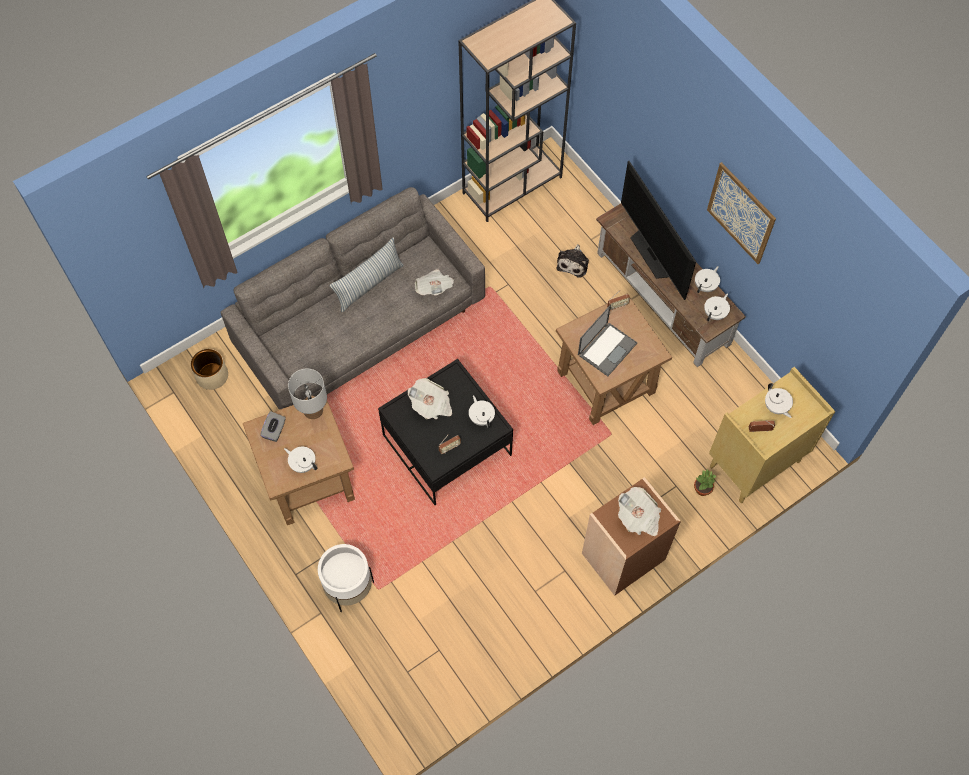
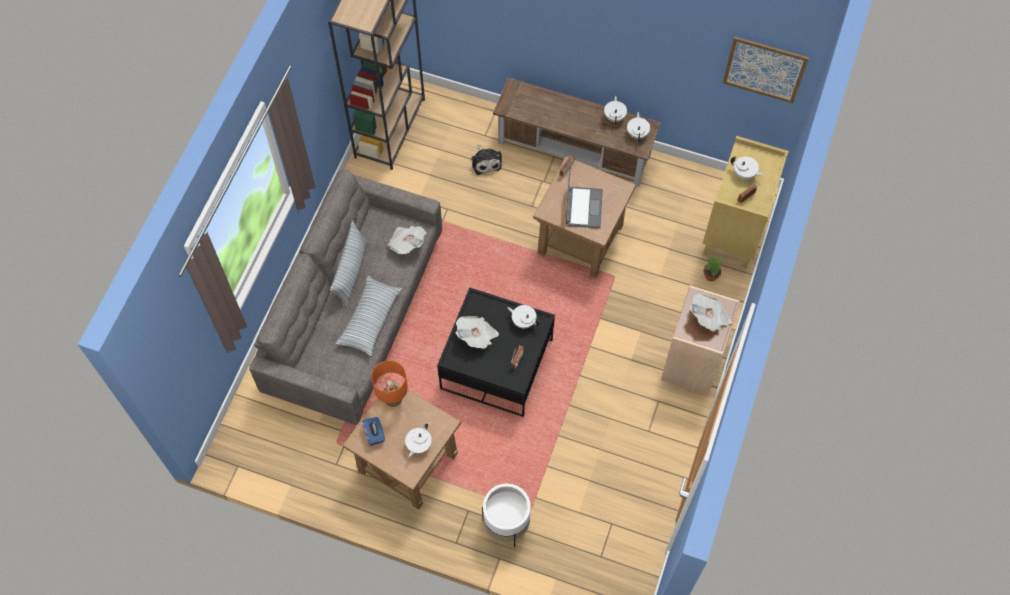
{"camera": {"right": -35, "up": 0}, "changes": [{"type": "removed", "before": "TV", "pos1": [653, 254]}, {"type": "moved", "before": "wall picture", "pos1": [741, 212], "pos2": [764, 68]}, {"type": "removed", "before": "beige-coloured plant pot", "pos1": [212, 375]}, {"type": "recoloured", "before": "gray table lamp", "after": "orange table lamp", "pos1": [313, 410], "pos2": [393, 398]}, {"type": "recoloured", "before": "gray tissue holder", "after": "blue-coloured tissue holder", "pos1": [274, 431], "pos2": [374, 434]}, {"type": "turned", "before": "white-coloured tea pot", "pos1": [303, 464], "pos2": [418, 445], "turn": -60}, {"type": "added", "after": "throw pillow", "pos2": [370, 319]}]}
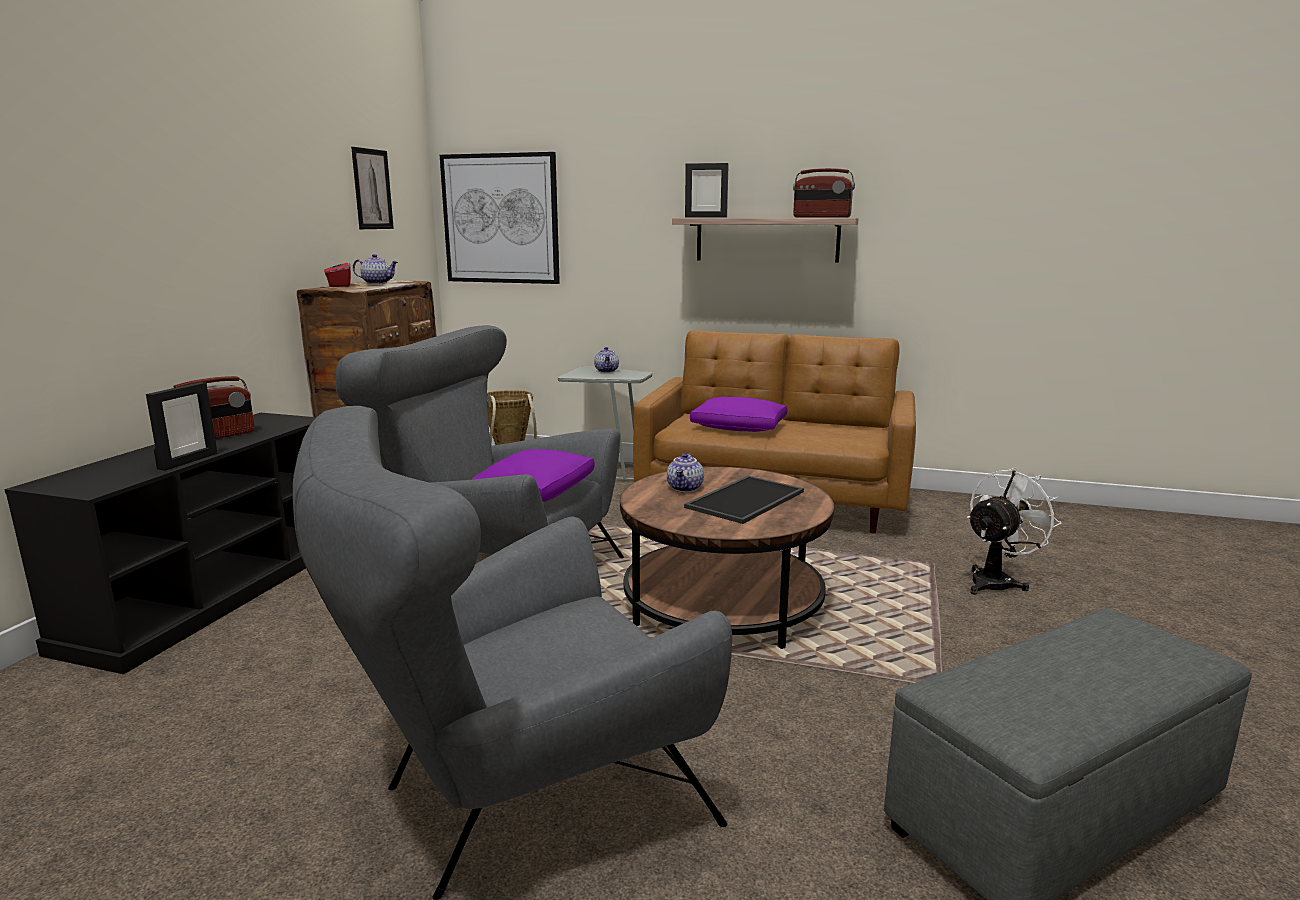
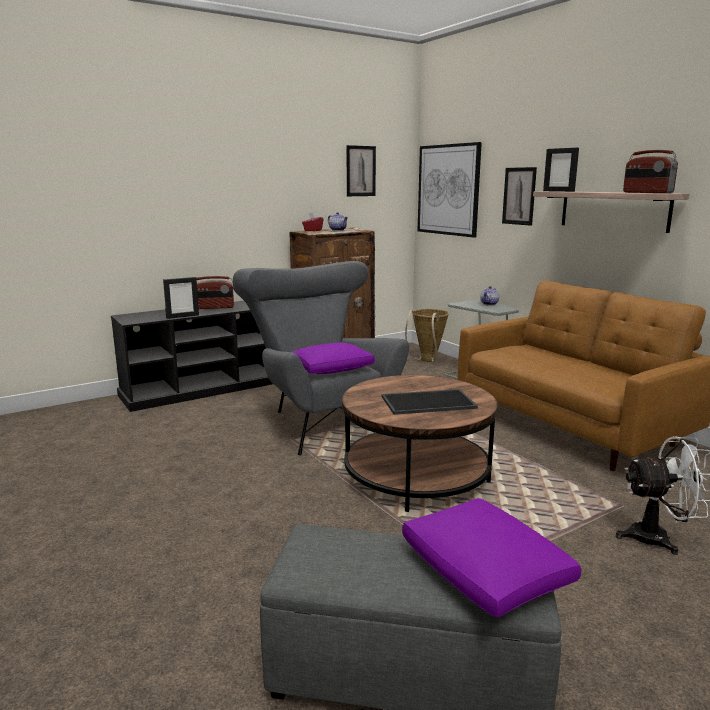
{"camera": {"right": 40, "up": 0}, "changes": [{"type": "moved", "before": "purple-coloured throw pillow", "pos1": [739, 428], "pos2": [486, 572]}, {"type": "removed", "before": "gray easy chair", "pos1": [511, 802]}, {"type": "removed", "before": "tea pot", "pos1": [685, 488]}, {"type": "added", "after": "wall picture", "pos2": [519, 196]}]}
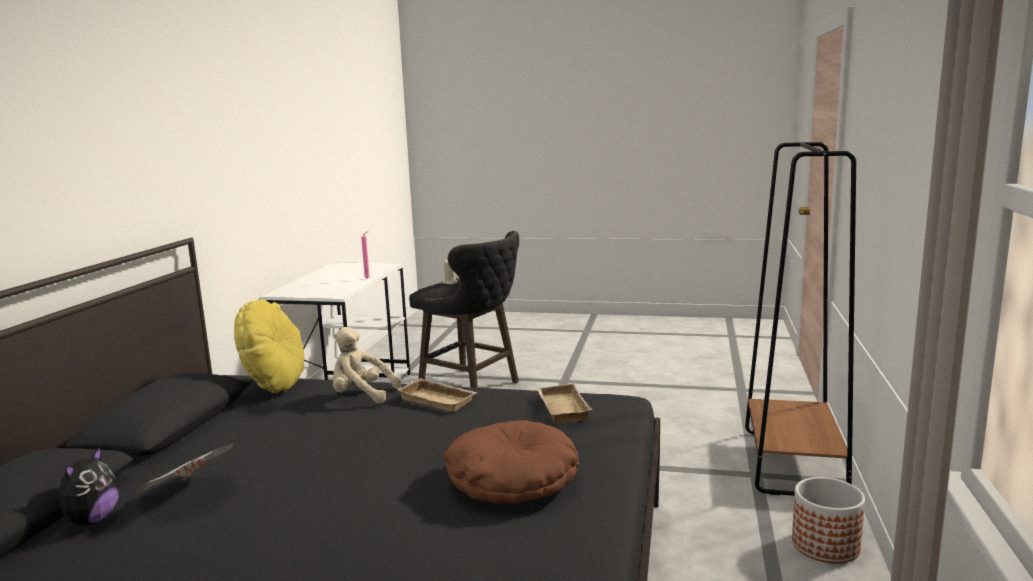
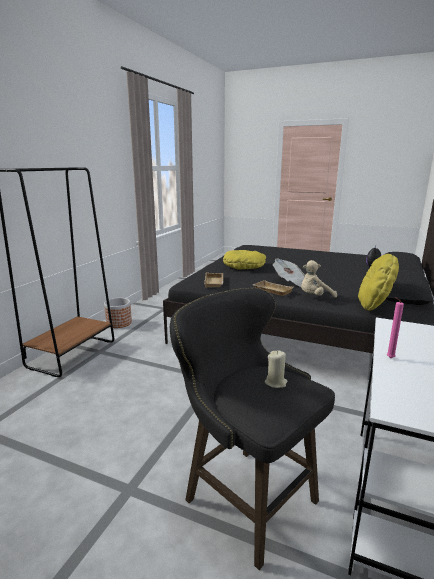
{"camera": {"right": -170, "up": 5}, "changes": [{"type": "turned", "before": "beige-coloured cuddly toy", "pos1": [361, 395], "pos2": [315, 297], "turn": 135}, {"type": "recoloured", "before": "brownish throw pillow", "after": "yellow-coloured throw pillow", "pos1": [512, 482], "pos2": [244, 266]}, {"type": "moved", "before": "newspaper", "pos1": [188, 492], "pos2": [290, 282]}]}
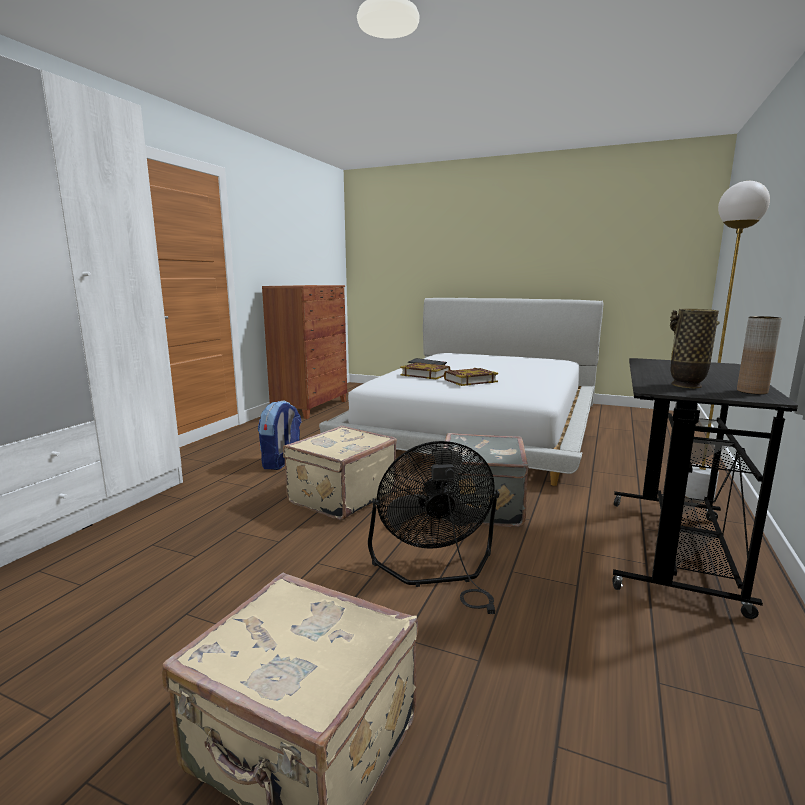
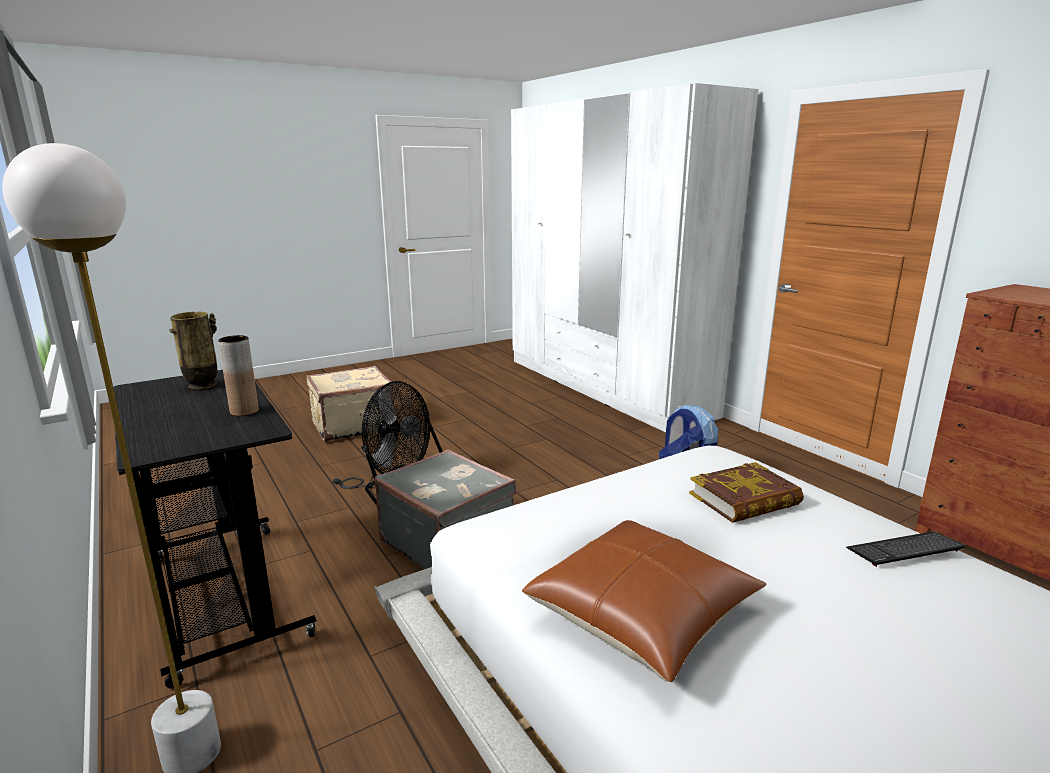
{"camera": {"right": 125, "up": 5}, "changes": [{"type": "moved", "before": "brownish flower vase", "pos1": [752, 391], "pos2": [244, 411]}, {"type": "removed", "before": "bound book", "pos1": [470, 380]}, {"type": "removed", "before": "beige-coloured piece of luggage", "pos1": [340, 496]}, {"type": "added", "after": "brownish throw pillow", "pos2": [642, 613]}]}
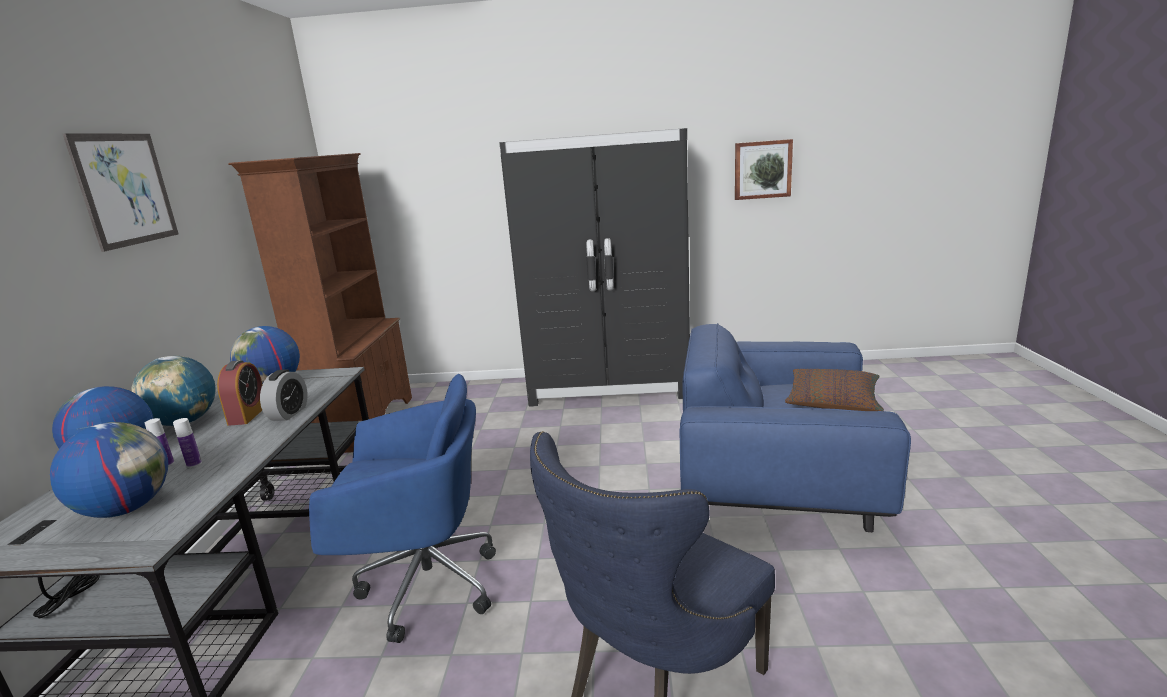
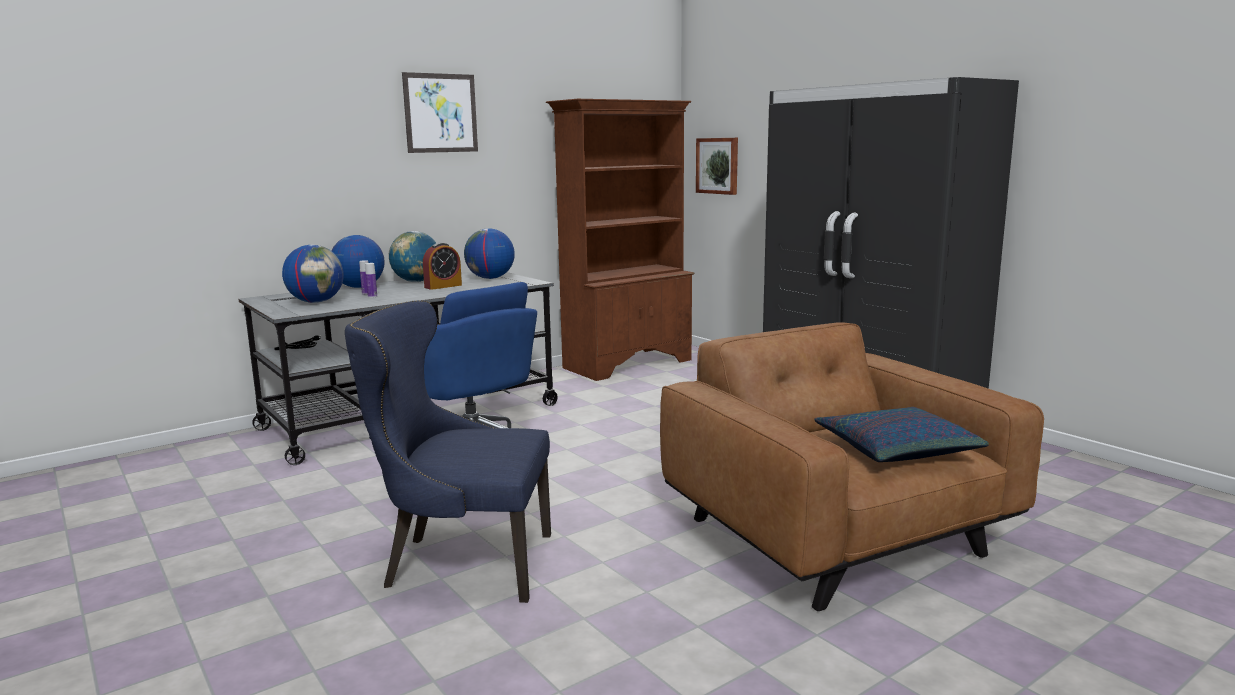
{"camera": {"right": 50, "up": -5}, "changes": [{"type": "moved", "before": "wall picture", "pos1": [762, 169], "pos2": [718, 165]}, {"type": "recoloured", "before": "blue-coloured easy chair", "after": "brownish easy chair", "pos1": [776, 480], "pos2": [834, 537]}, {"type": "recoloured", "before": "brownish throw pillow", "after": "blue-coloured throw pillow", "pos1": [833, 401], "pos2": [896, 450]}, {"type": "removed", "before": "table clock", "pos1": [288, 413]}]}
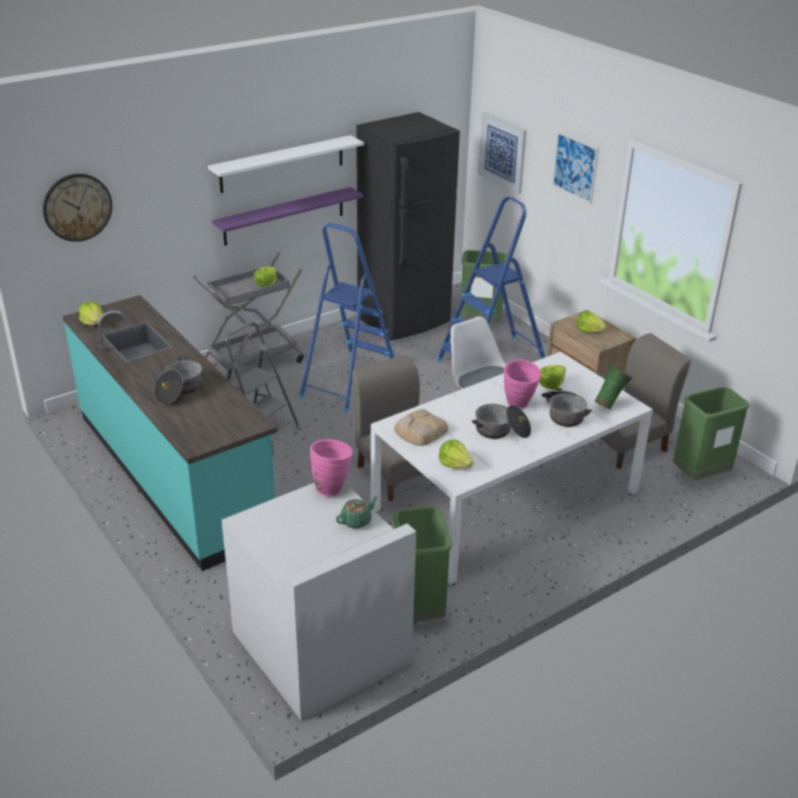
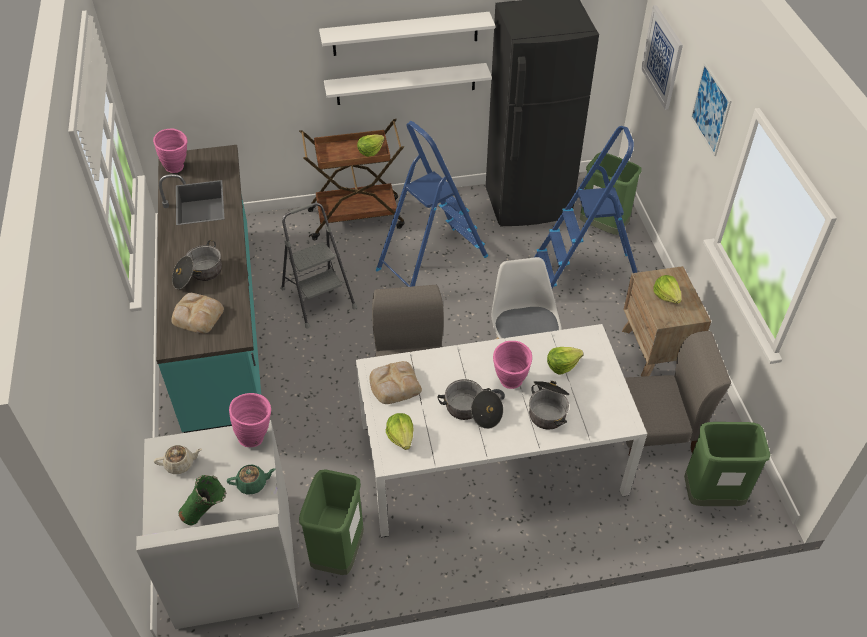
{"camera": {"right": 25, "up": 15}, "changes": [{"type": "removed", "before": "wall clock", "pos1": [77, 207]}, {"type": "recoloured", "before": "purple-coloured shelf", "after": "white-coloured shelf", "pos1": [284, 216], "pos2": [406, 84]}, {"type": "recoloured", "before": "gray trolley", "after": "brownish trolley", "pos1": [253, 365], "pos2": [356, 219]}, {"type": "replaced", "before": "lettuce", "after": "pinkish flower vase", "pos1": [93, 322], "pos2": [178, 169]}, {"type": "moved", "before": "green-coloured flower vase", "pos1": [610, 404], "pos2": [207, 514]}, {"type": "added", "after": "bakery bread", "pos2": [197, 315]}, {"type": "added", "after": "beige-coloured tea pot", "pos2": [180, 464]}]}
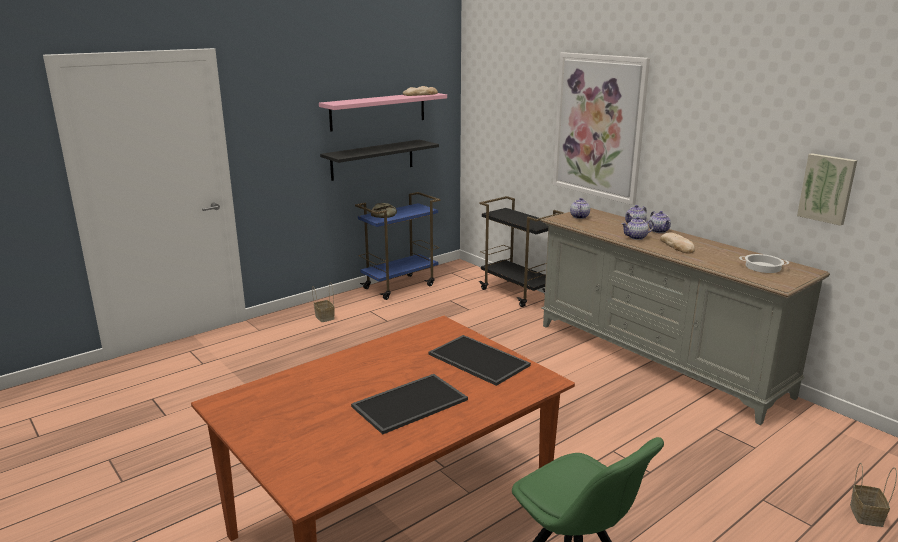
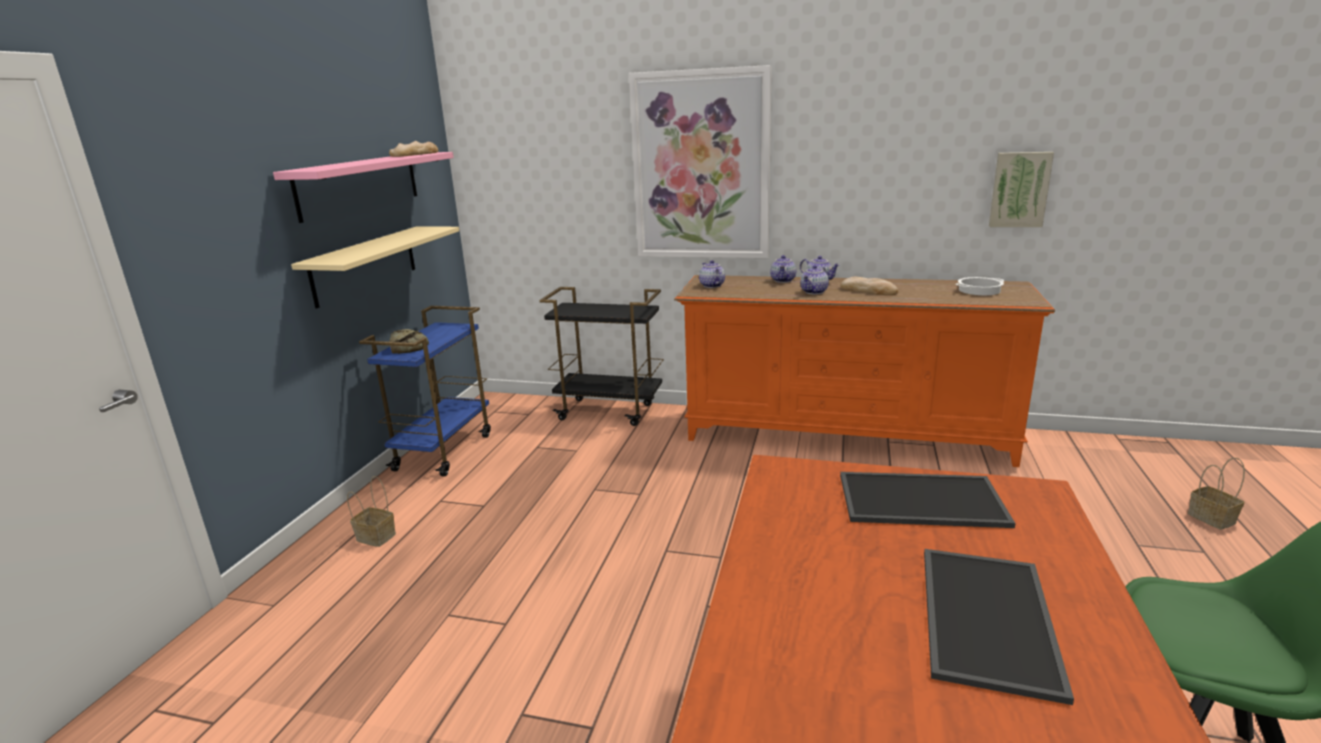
{"camera": {"right": -35, "up": 0}, "changes": [{"type": "recoloured", "before": "black shelf", "after": "beige-coloured shelf", "pos1": [372, 159], "pos2": [365, 265]}, {"type": "recoloured", "before": "gray cupboard", "after": "orange cupboard", "pos1": [656, 359], "pos2": [844, 435]}]}
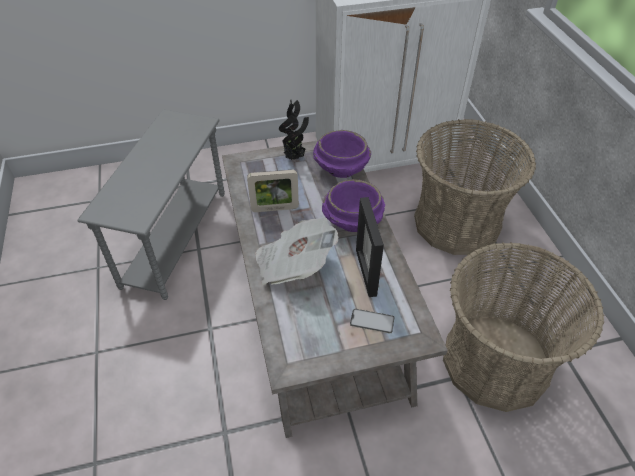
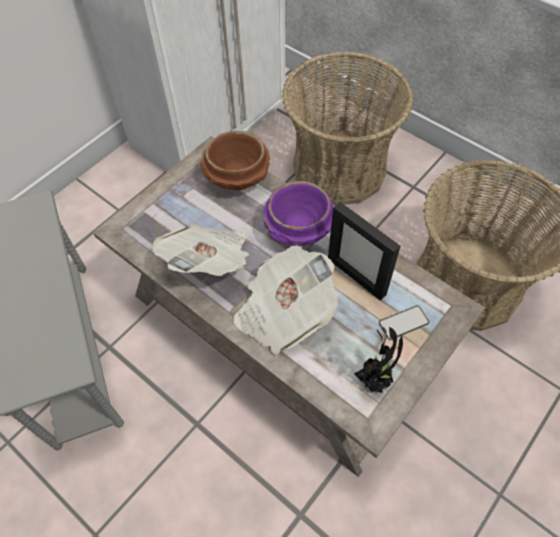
{"camera": {"right": -35, "up": 10}, "changes": [{"type": "moved", "before": "potted plant", "pos1": [295, 157], "pos2": [375, 379]}, {"type": "recoloured", "before": "purple-coloured bowl", "after": "brownish bowl", "pos1": [340, 169], "pos2": [237, 178]}, {"type": "replaced", "before": "photo frame", "after": "newspaper", "pos1": [275, 208], "pos2": [209, 262]}]}
